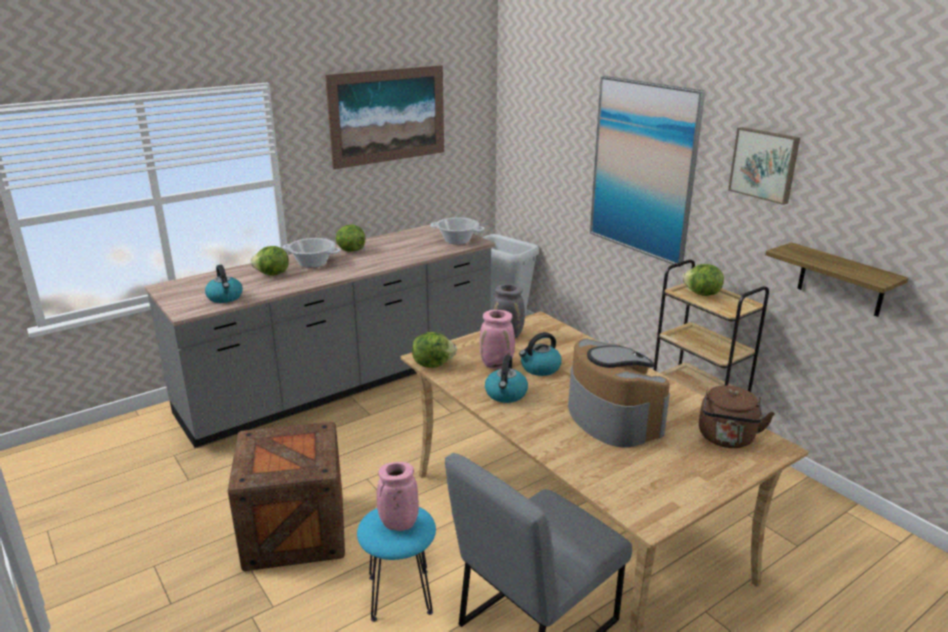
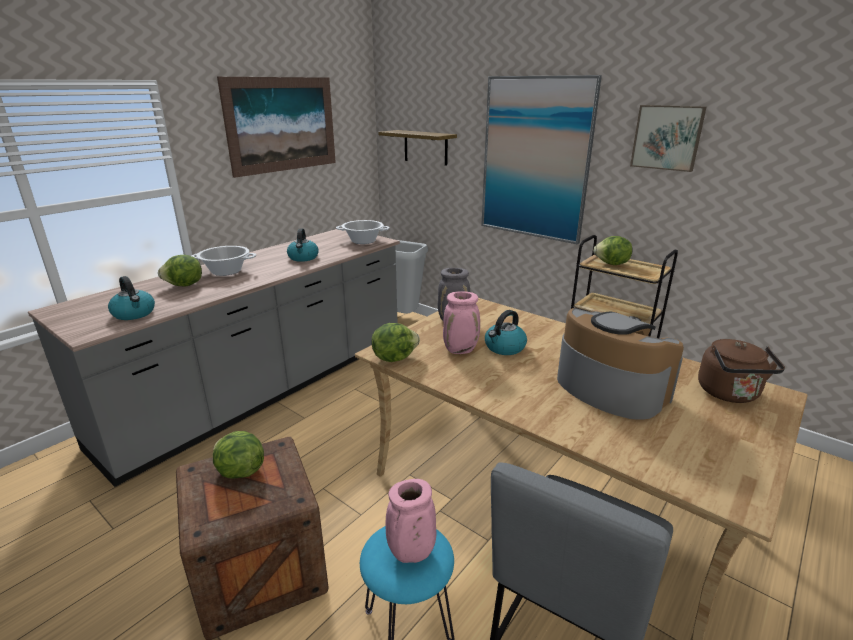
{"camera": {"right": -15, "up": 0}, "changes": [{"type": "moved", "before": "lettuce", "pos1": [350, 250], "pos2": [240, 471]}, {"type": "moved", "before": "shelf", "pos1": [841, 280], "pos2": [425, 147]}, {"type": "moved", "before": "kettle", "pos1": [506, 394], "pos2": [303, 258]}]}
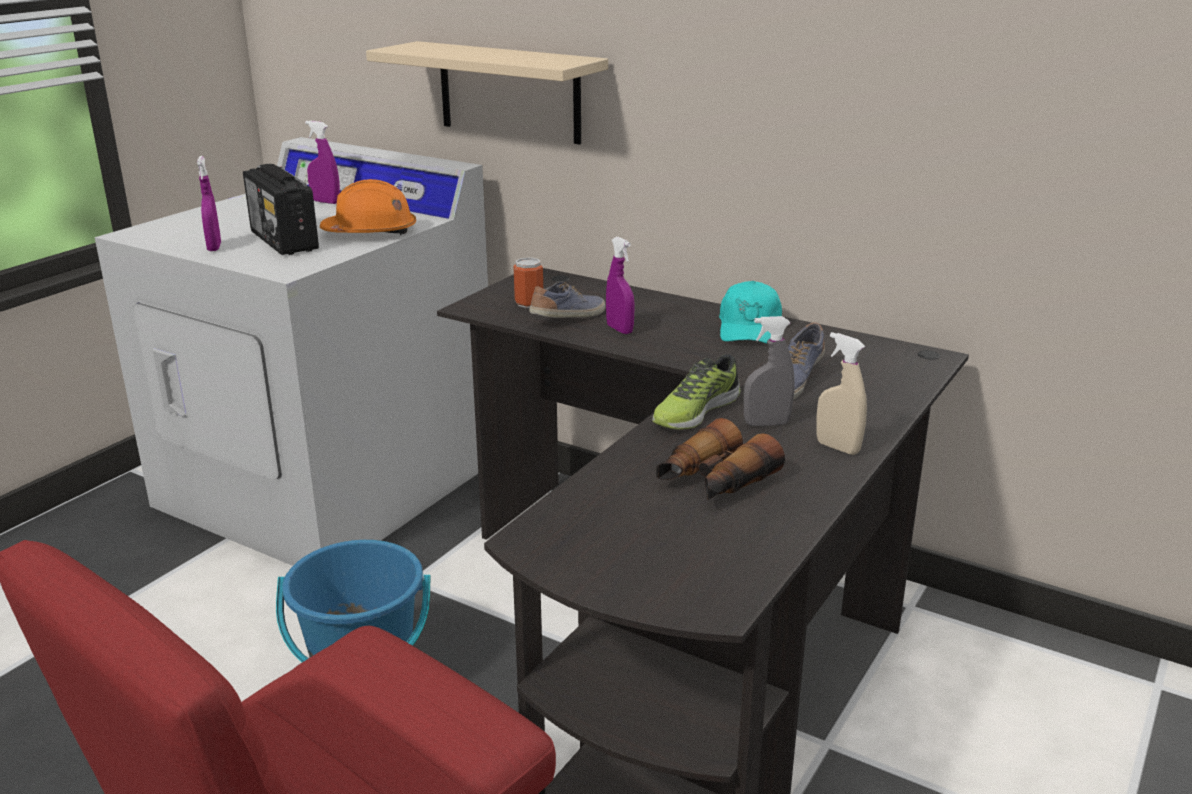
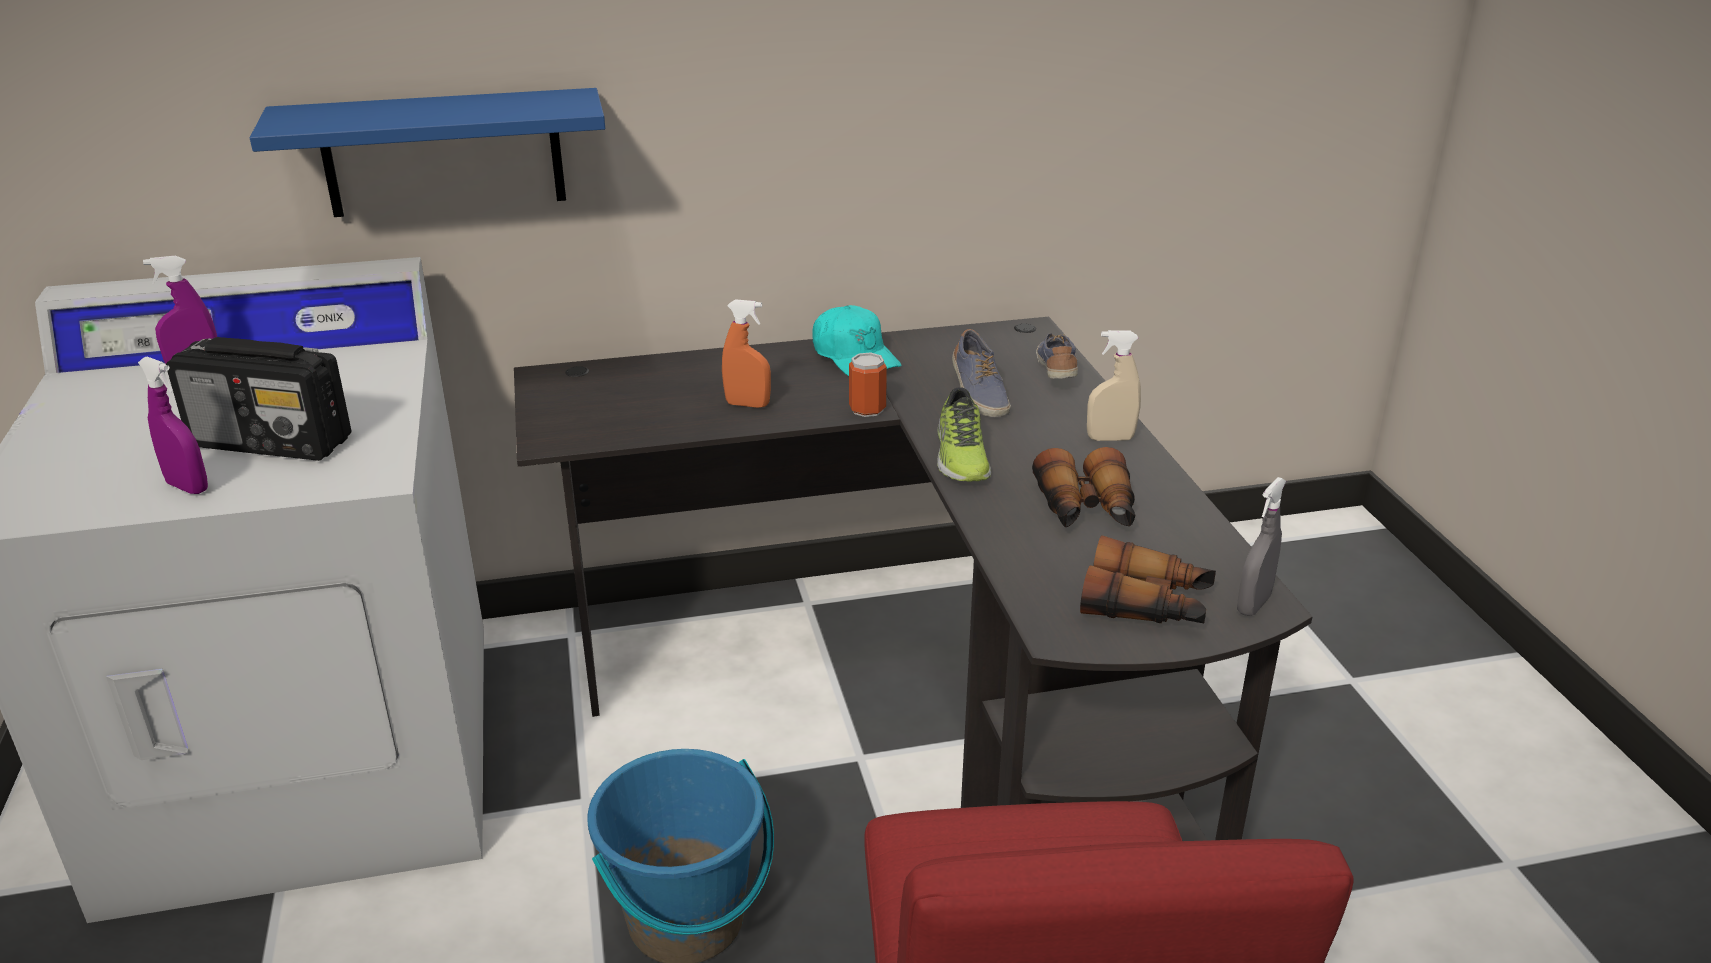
{"camera": {"right": -45, "up": 5}, "changes": [{"type": "recoloured", "before": "beige-coloured shelf", "after": "blue-coloured shelf", "pos1": [509, 92], "pos2": [443, 153]}, {"type": "removed", "before": "orange work helmet", "pos1": [371, 232]}, {"type": "recoloured", "before": "purple-coloured sprayer", "after": "orange sprayer", "pos1": [619, 329], "pos2": [747, 404]}, {"type": "moved", "before": "metal can", "pos1": [529, 303], "pos2": [867, 409]}, {"type": "moved", "before": "shoe", "pos1": [569, 318], "pos2": [1057, 372]}, {"type": "moved", "before": "gray sprayer", "pos1": [766, 424], "pos2": [1253, 605]}, {"type": "added", "after": "pair of binoculars", "pos2": [1147, 604]}]}
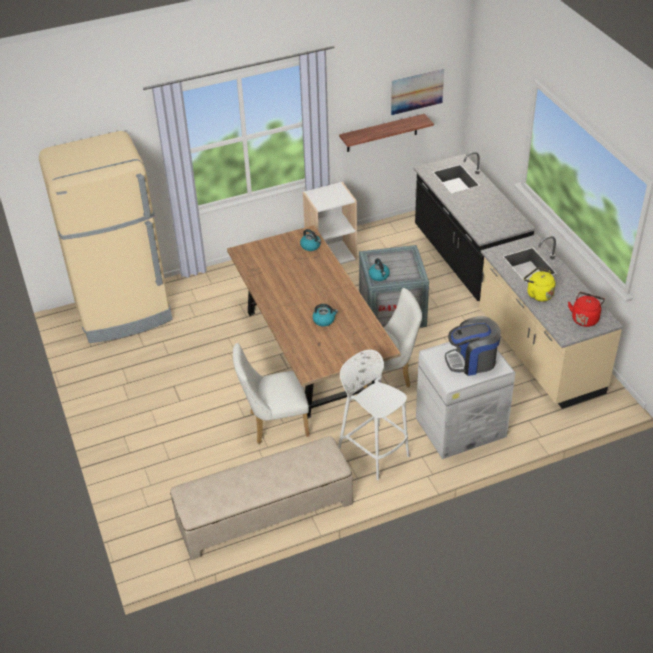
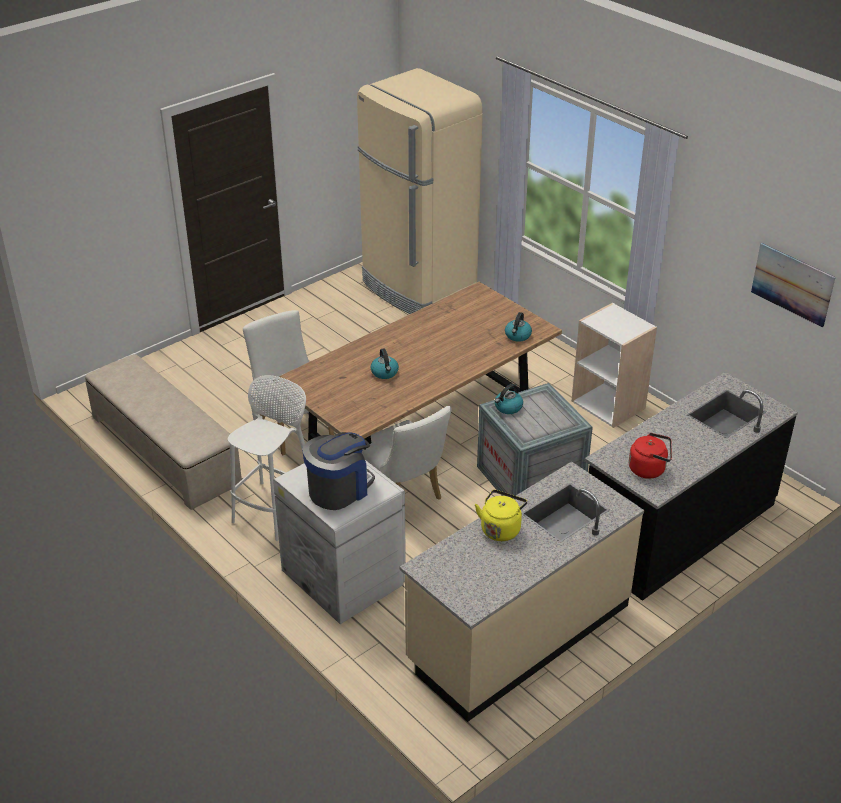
{"camera": {"right": 70, "up": -5}, "changes": [{"type": "removed", "before": "shelf", "pos1": [382, 133]}, {"type": "moved", "before": "red-coloured kettle", "pos1": [585, 318], "pos2": [649, 469]}, {"type": "turned", "before": "coffee maker", "pos1": [472, 361], "pos2": [339, 489], "turn": 75}]}
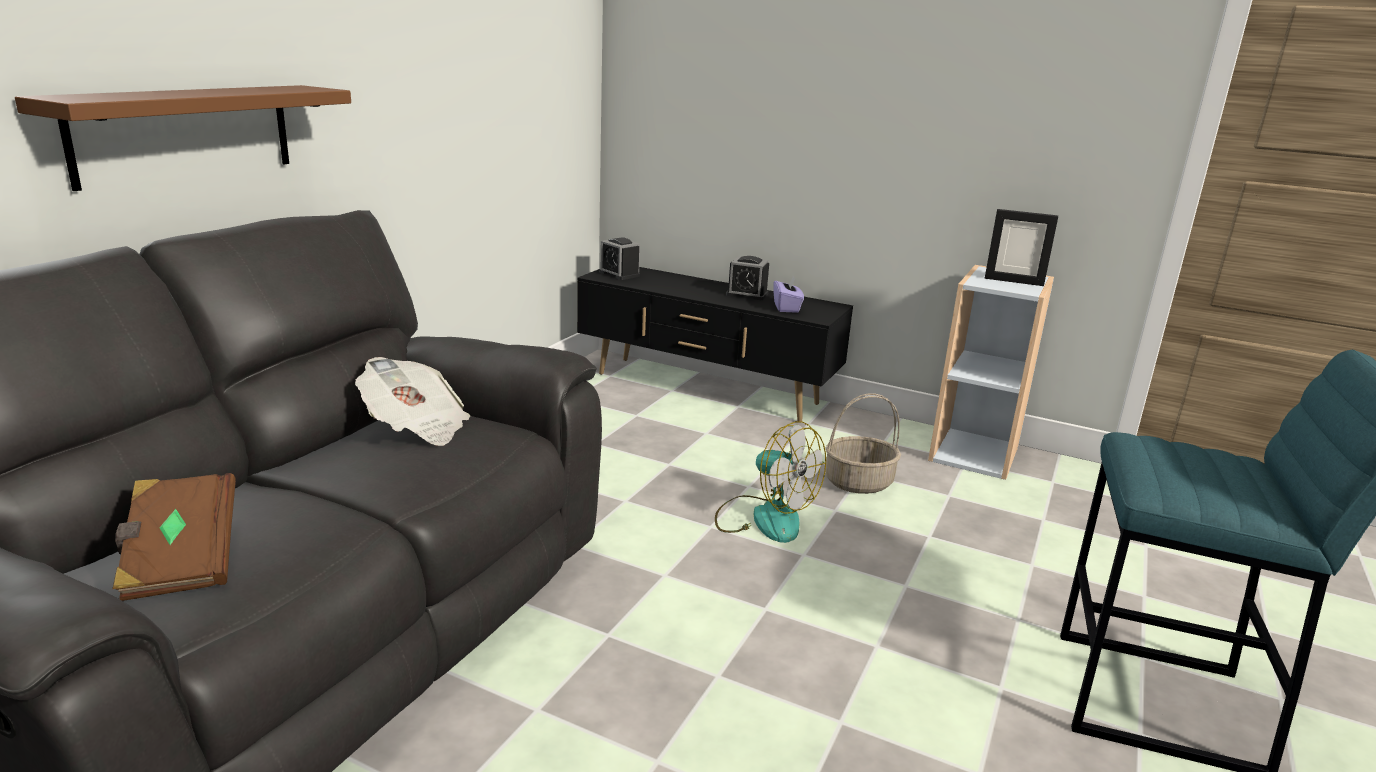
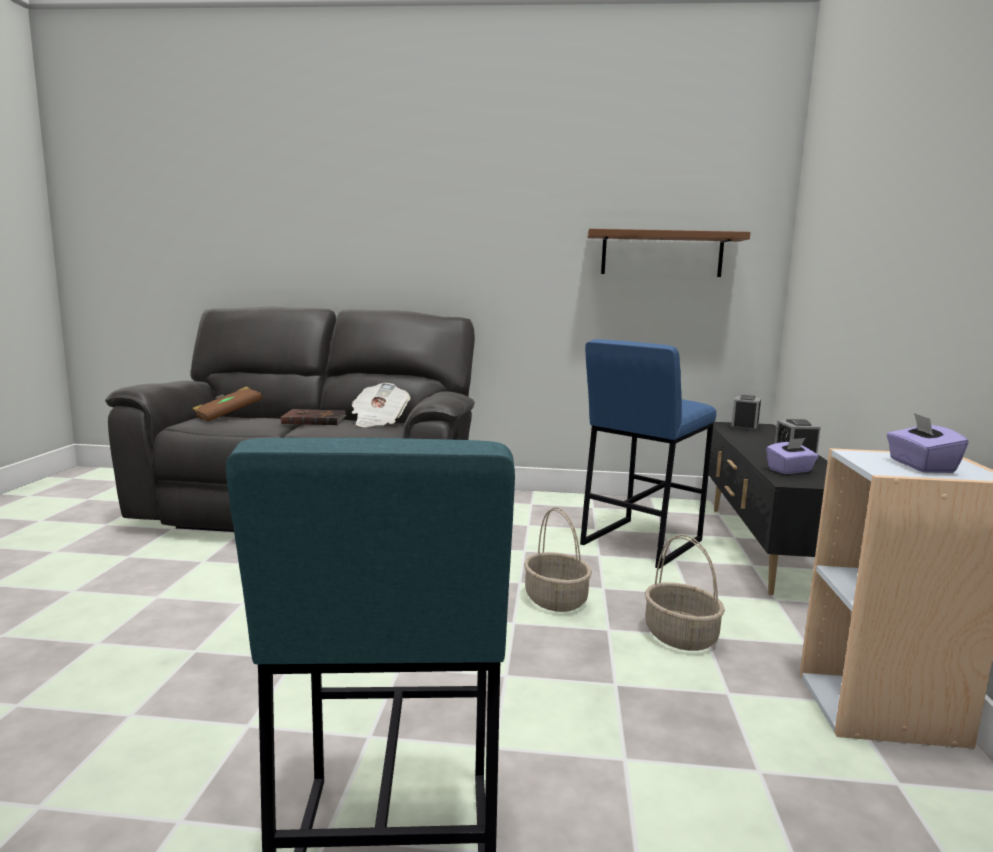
{"camera": {"right": 70, "up": -10}, "changes": [{"type": "moved", "before": "brownish shelf", "pos1": [185, 133], "pos2": [661, 254]}, {"type": "replaced", "before": "photo frame", "after": "purple-coloured tissue holder", "pos1": [1013, 281], "pos2": [920, 466]}, {"type": "replaced", "before": "cooling fan", "after": "basket", "pos1": [764, 518], "pos2": [556, 600]}, {"type": "added", "after": "blue-coloured stool", "pos2": [640, 543]}, {"type": "added", "after": "brownish bound book", "pos2": [313, 420]}]}
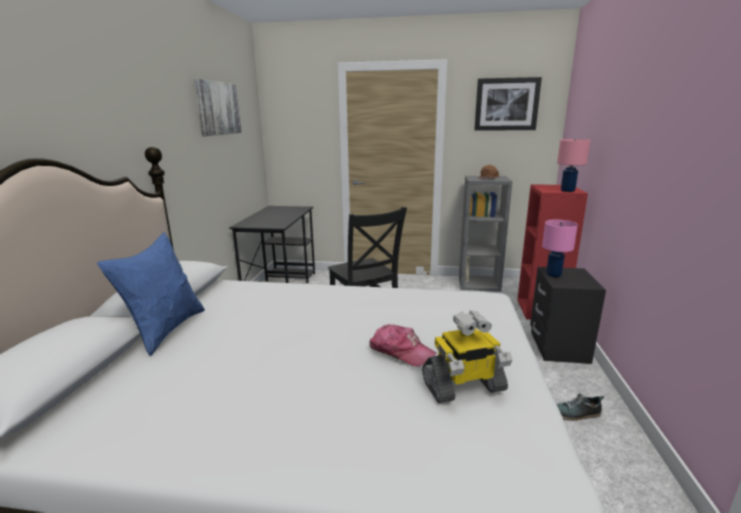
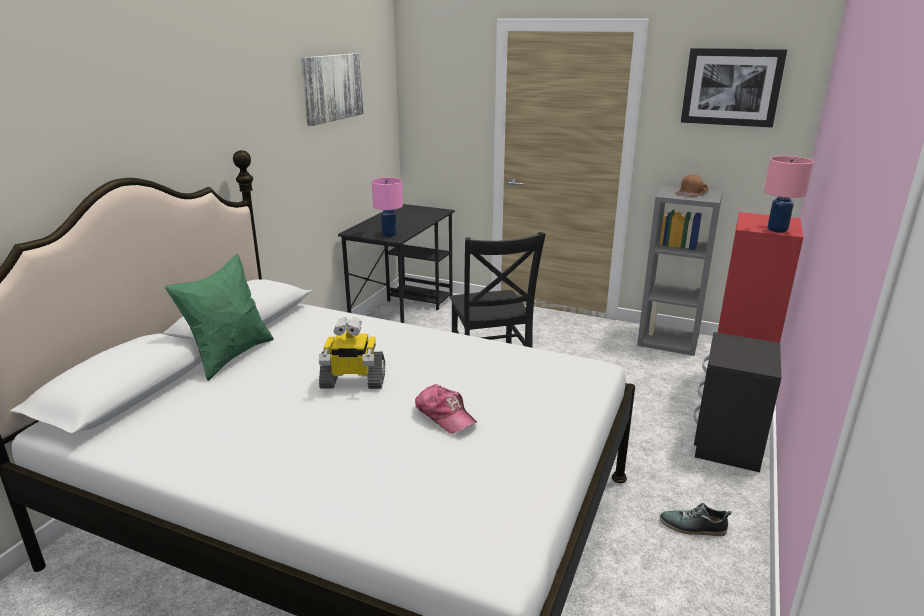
{"camera": {"right": 15, "up": 5}, "changes": [{"type": "moved", "before": "pinkish table lamp", "pos1": [553, 275], "pos2": [388, 235]}, {"type": "recoloured", "before": "blue-coloured throw pillow", "after": "green-coloured throw pillow", "pos1": [166, 330], "pos2": [230, 356]}, {"type": "moved", "before": "robot figure", "pos1": [463, 387], "pos2": [352, 381]}]}
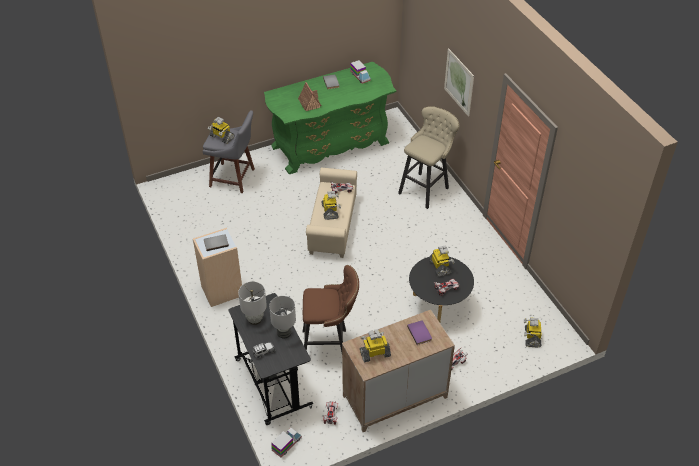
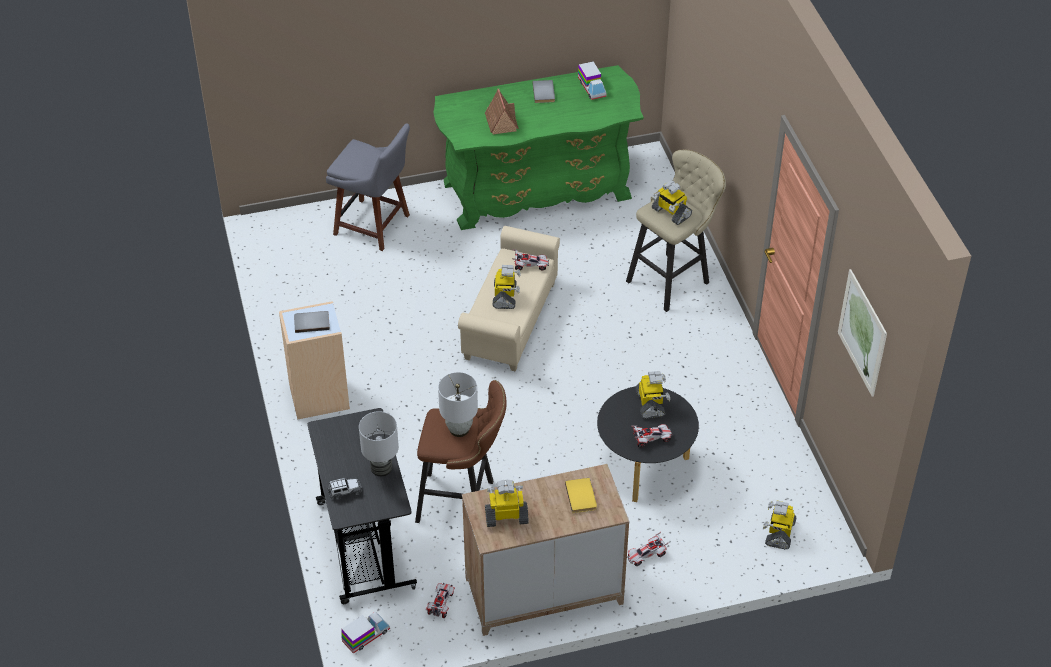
{"camera": {"right": 10, "up": 0}, "changes": [{"type": "moved", "before": "wall picture", "pos1": [459, 82], "pos2": [862, 332]}, {"type": "moved", "before": "robot figure", "pos1": [221, 137], "pos2": [670, 213]}, {"type": "moved", "before": "white-coloured table lamp", "pos1": [255, 319], "pos2": [459, 429]}, {"type": "recoloured", "before": "purple-coloured bound book", "after": "yellow-coloured bound book", "pos1": [420, 333], "pos2": [582, 496]}]}
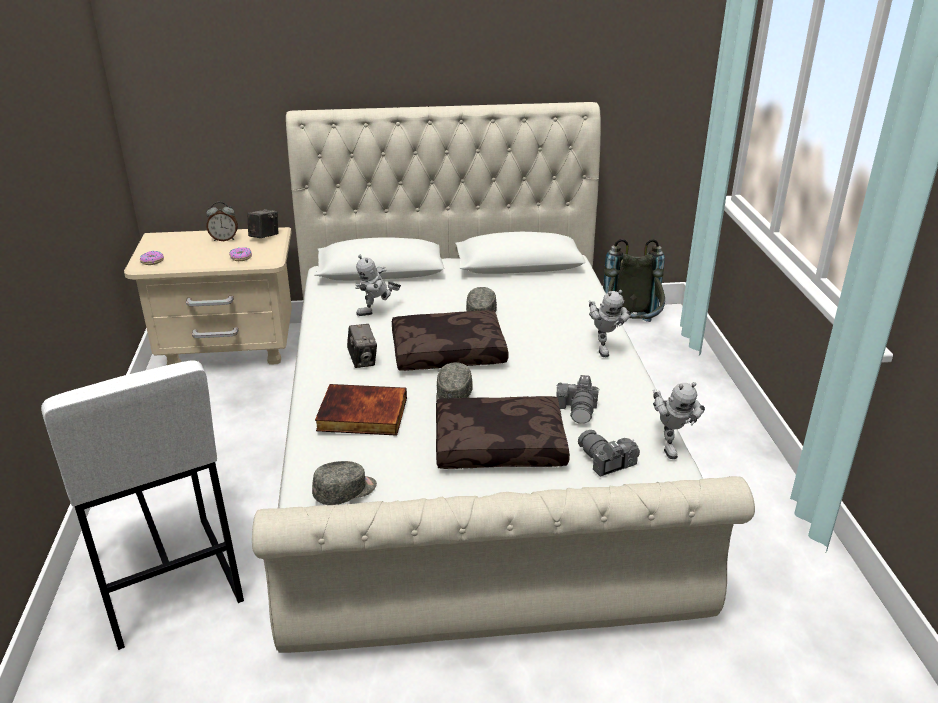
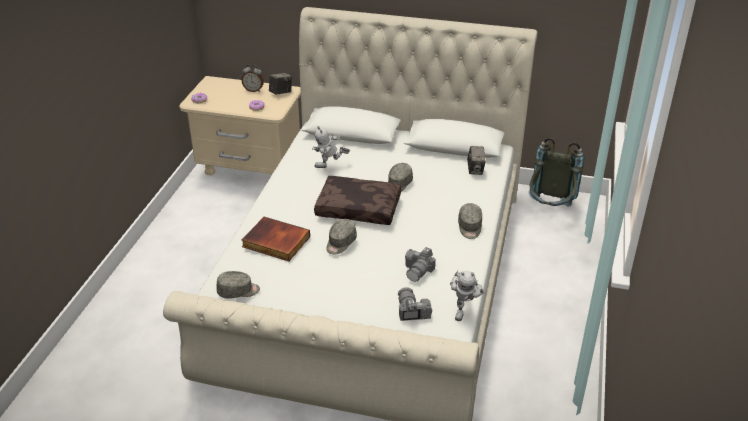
{"camera": {"right": 20, "up": 5}, "changes": [{"type": "replaced", "before": "robot figure", "after": "gray cap", "pos1": [603, 347], "pos2": [470, 227]}, {"type": "moved", "before": "still camera", "pos1": [363, 360], "pos2": [475, 170]}, {"type": "removed", "before": "white-coloured stool", "pos1": [167, 582]}, {"type": "removed", "before": "brownish throw pillow", "pos1": [500, 444]}]}
